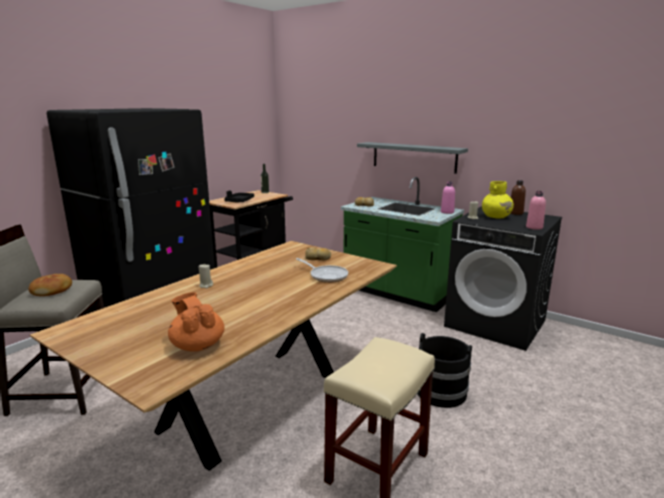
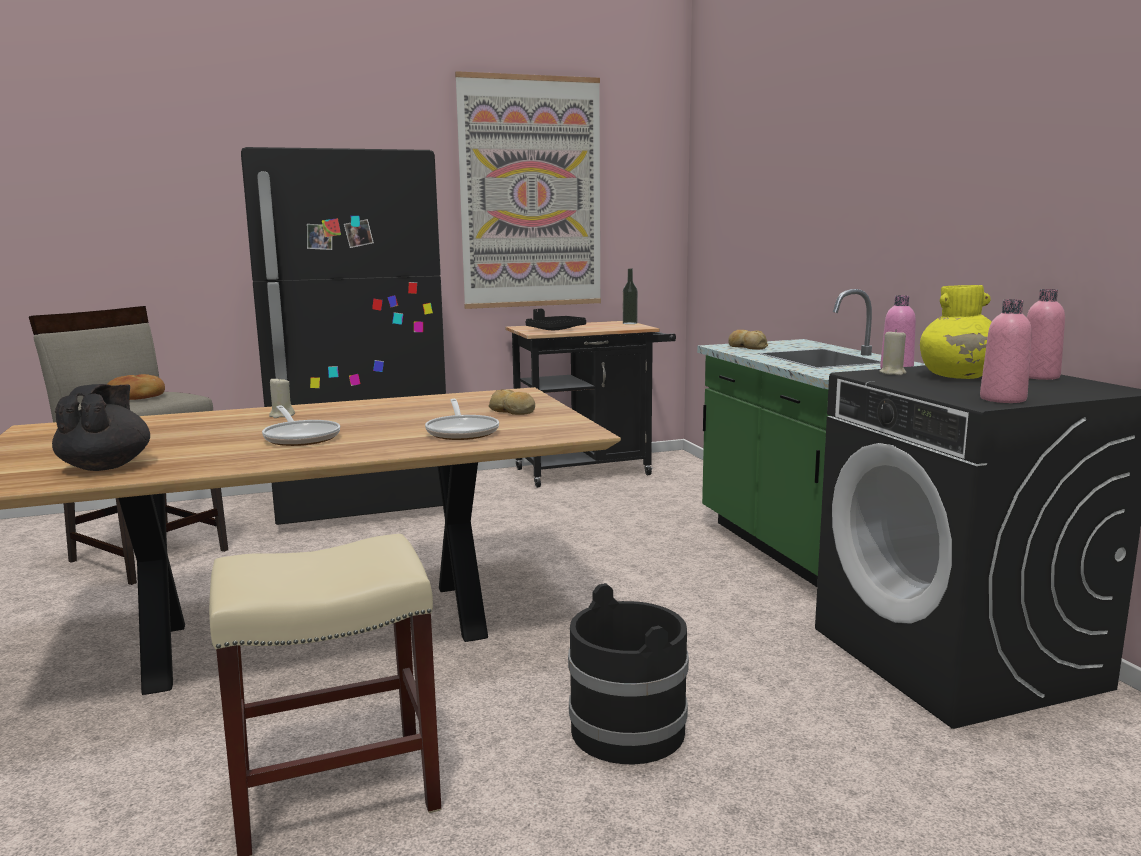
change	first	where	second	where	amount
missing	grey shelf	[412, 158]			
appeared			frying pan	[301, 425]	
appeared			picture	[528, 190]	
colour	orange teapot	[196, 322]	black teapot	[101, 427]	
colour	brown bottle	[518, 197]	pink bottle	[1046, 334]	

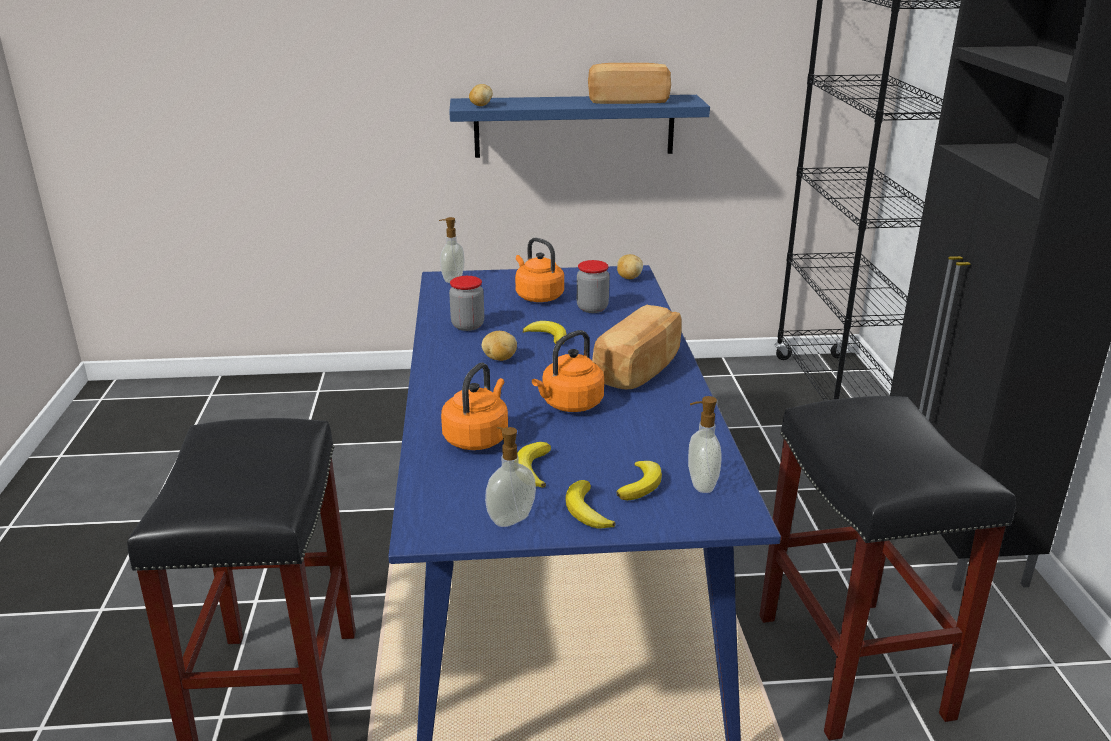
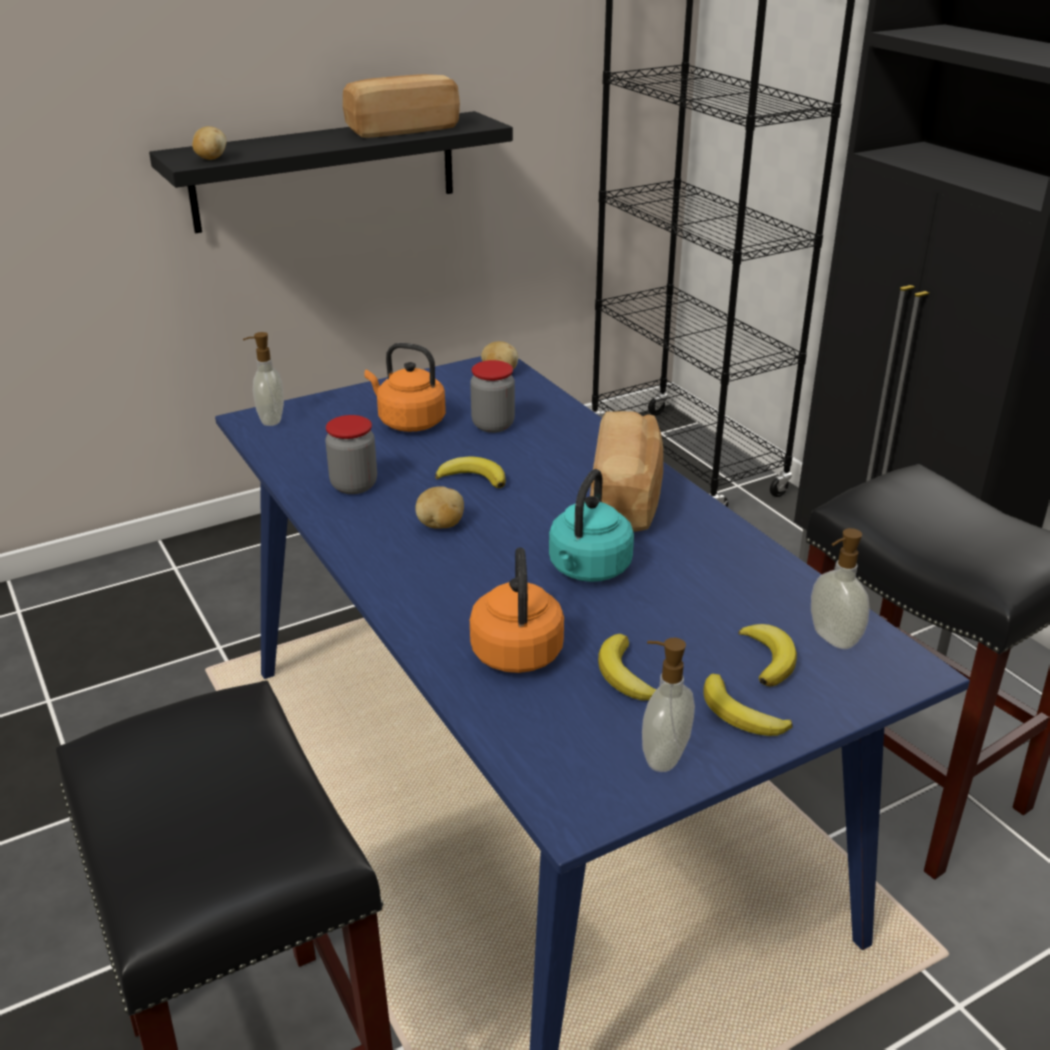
change	first	where	second	where	amount
colour	blue shelf	[579, 126]	black shelf	[331, 172]	
colour	orange kettle	[568, 371]	turquoise kettle	[591, 525]	

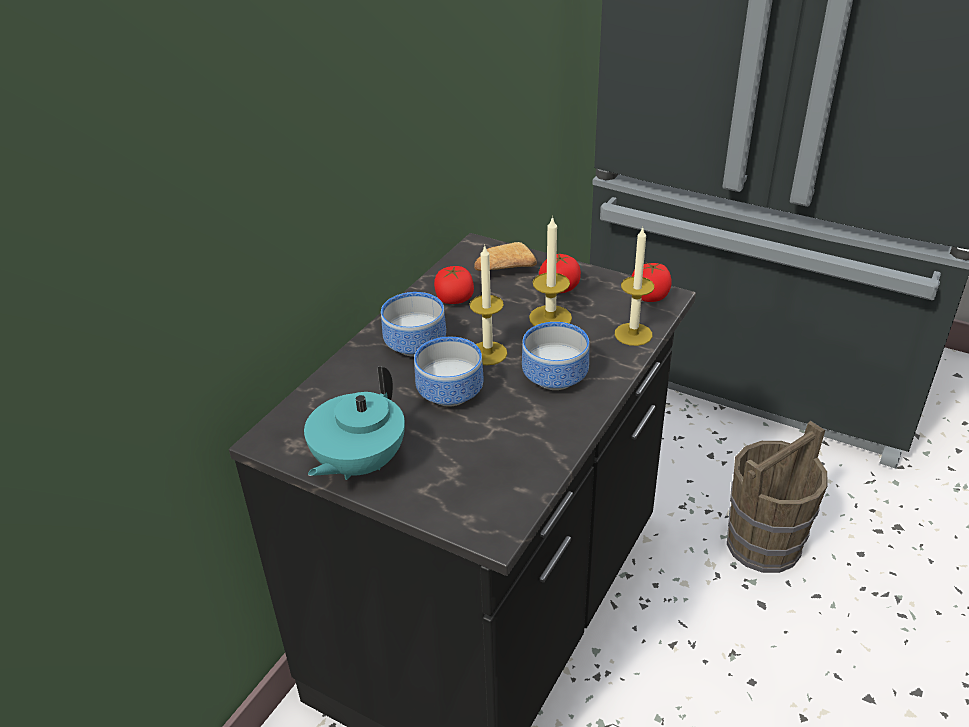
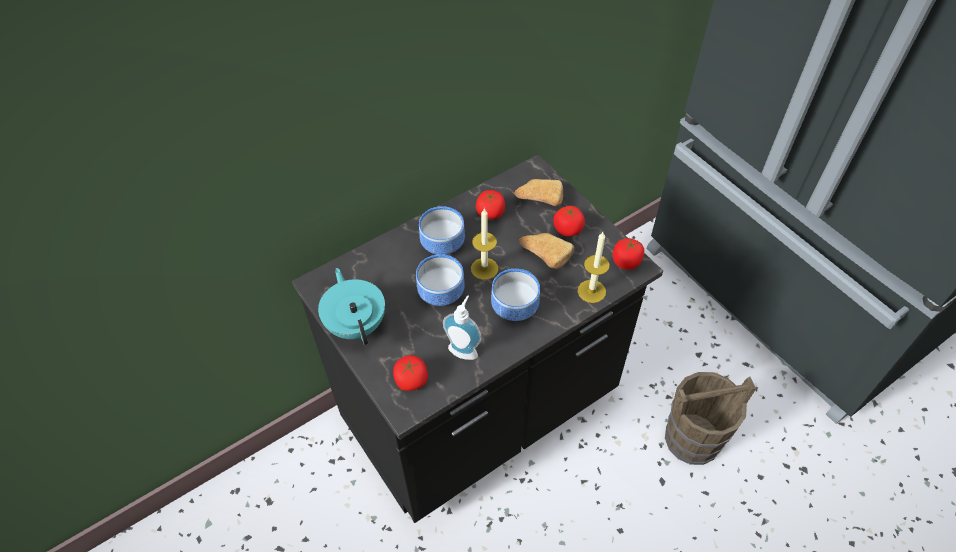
change	first	where	second	where	amount
appeared			tomato	[410, 373]	
appeared			soap dispenser	[462, 327]	
exchanged	candle	[550, 271]	bread	[546, 251]	
spun	turquoise teapot	[354, 423]		[351, 306]	105 degrees clockwise

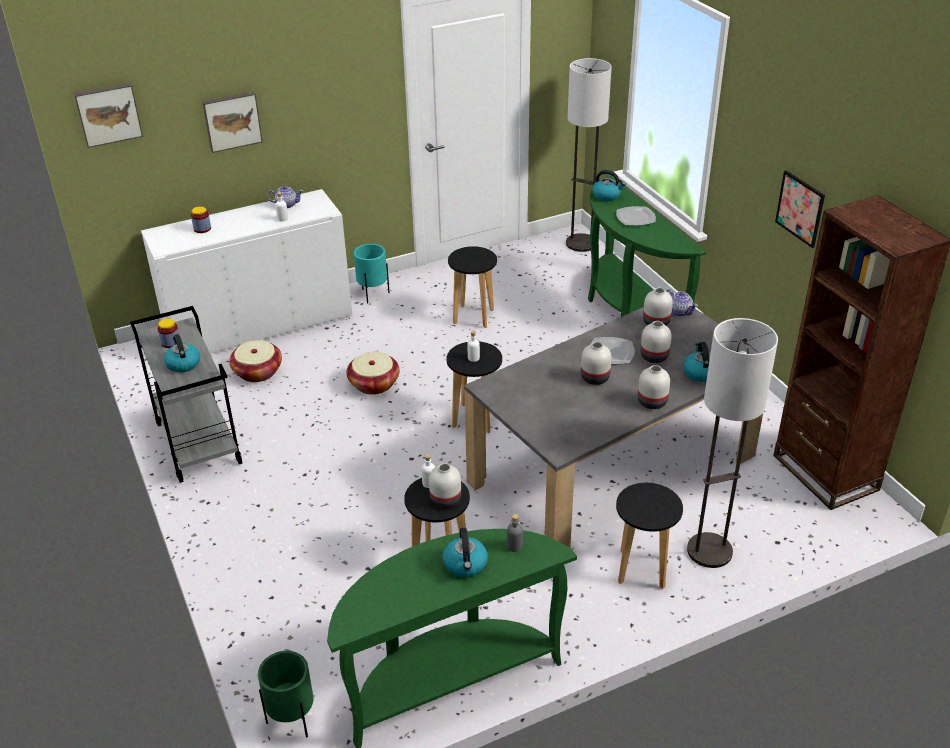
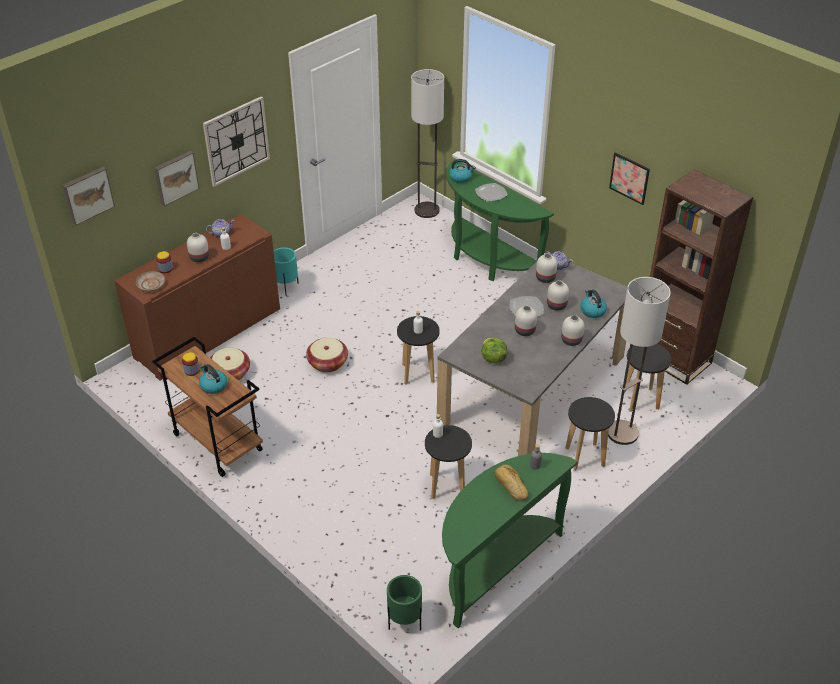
change	first	where	second	where	amount
appeared			beige plate	[150, 281]	
appeared			wall clock	[236, 141]	
appeared			lettuce	[494, 351]	
relocated	white vase	[445, 485]		[198, 247]	
relocated	black stool	[472, 287]		[647, 378]	
exchanged	kettle	[465, 552]	bread	[512, 483]	
colour	grey cart	[186, 394]	brown cart	[207, 407]	
colour	white cabinet	[246, 271]	brown cabinet	[197, 297]	

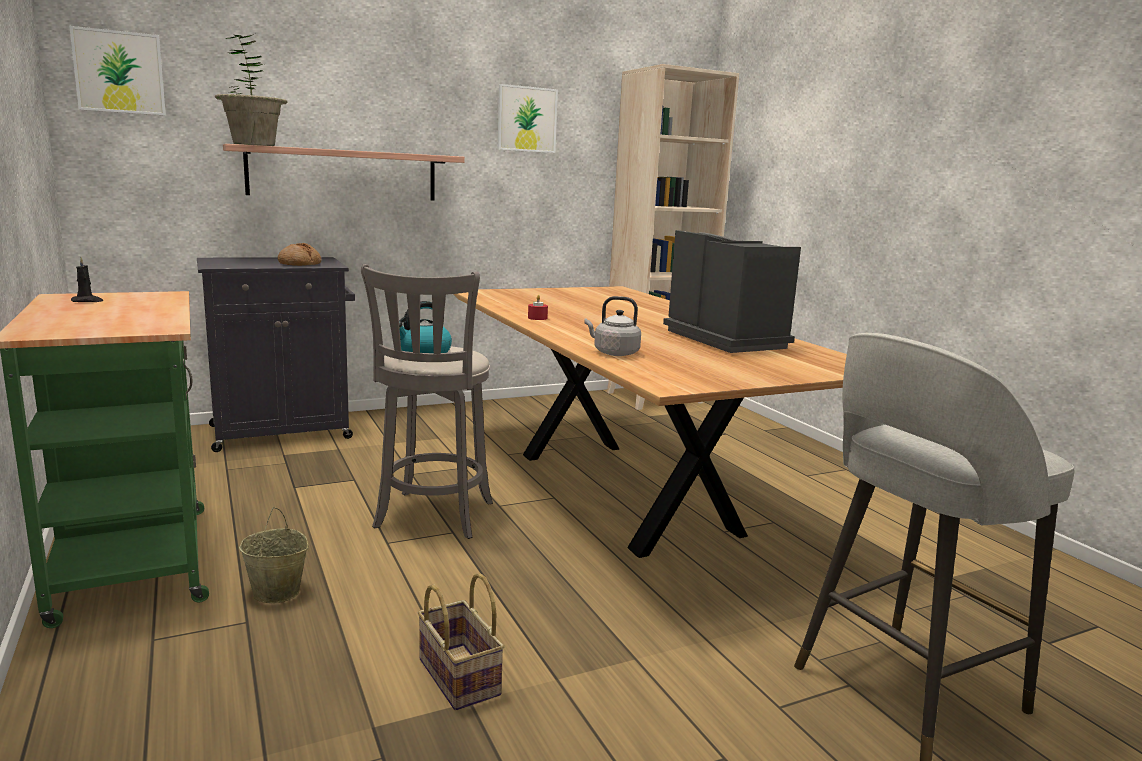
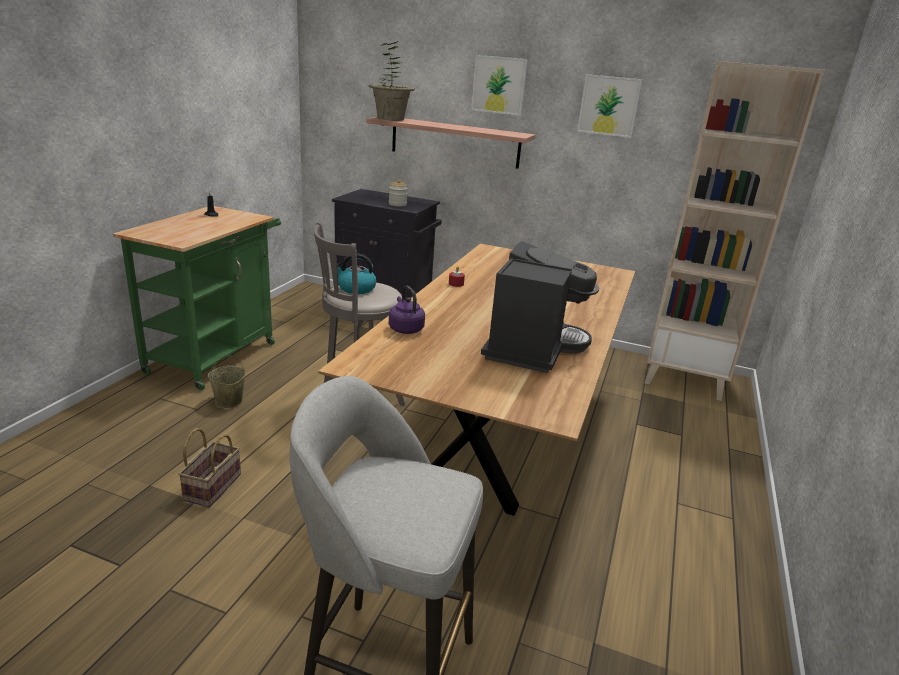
change	first	where	second	where	amount
relocated	picture	[117, 71]		[499, 85]	
exchanged	bread	[299, 254]	jar	[398, 192]	
colour	grey kettle	[613, 326]	purple kettle	[407, 310]	

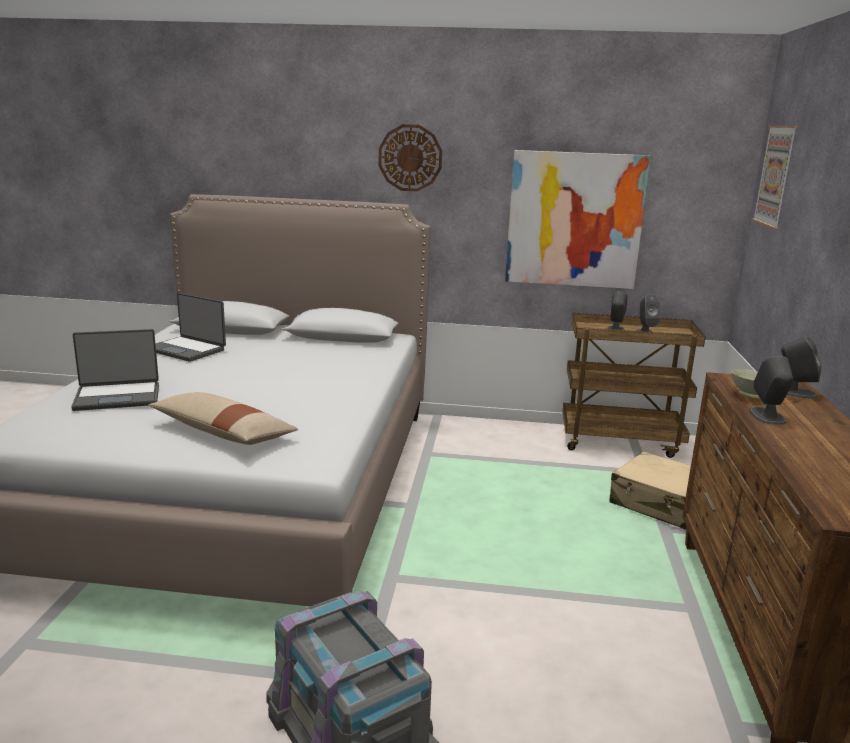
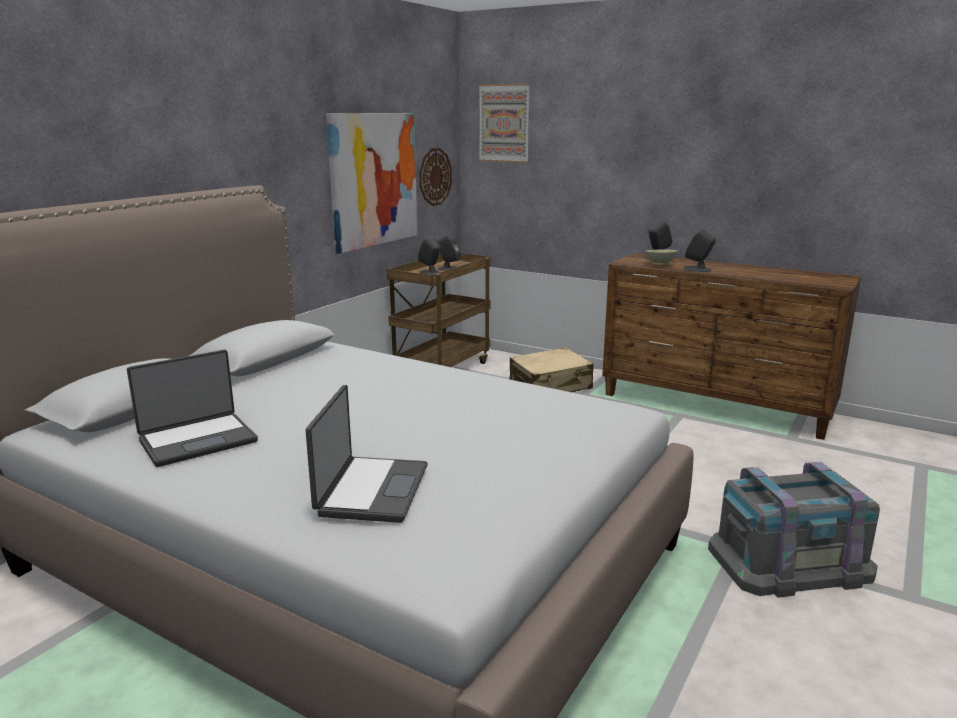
change	first	where	second	where	amount
missing	beige pillow	[223, 418]			
relocated	wall clock	[410, 158]		[435, 177]	

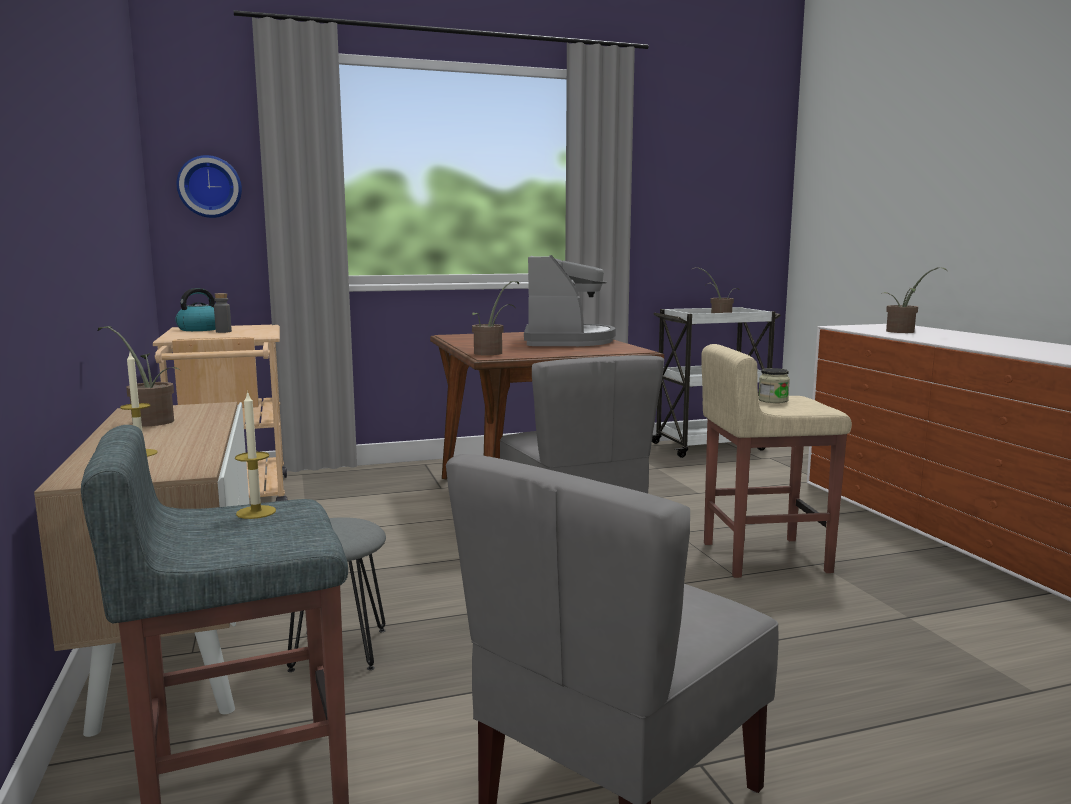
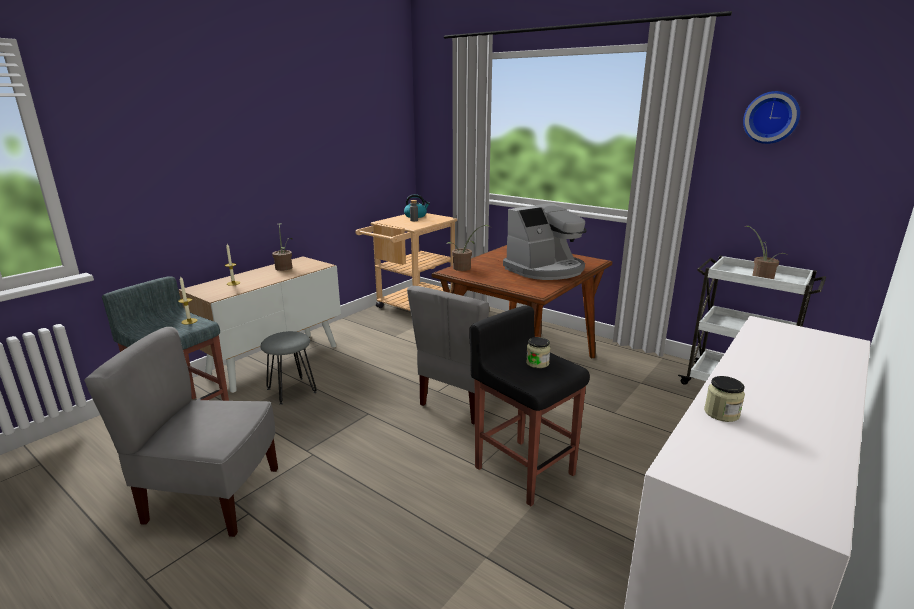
change	first	where	second	where	amount
missing	potted plant	[913, 300]			
appeared			jar	[724, 399]	
relocated	wall clock	[209, 186]		[771, 117]	
colour	beige stool	[776, 461]	black stool	[529, 406]	

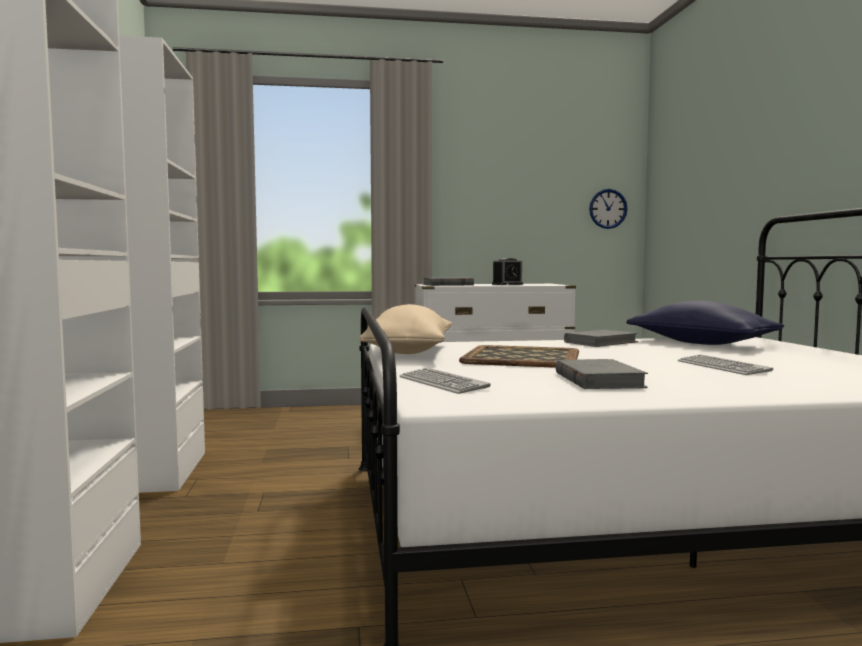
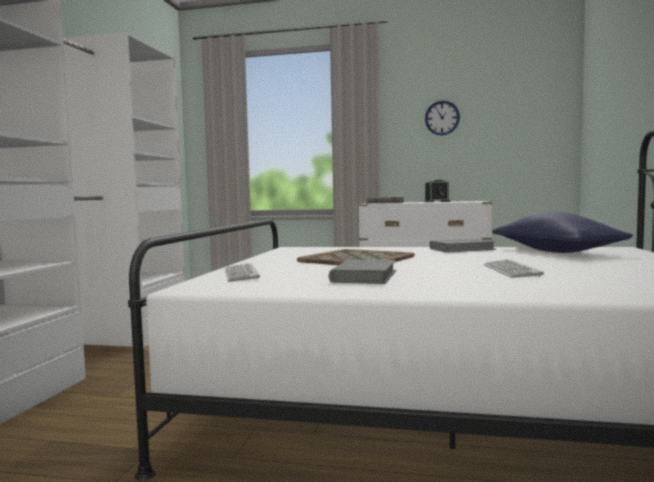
change	first	where	second	where	amount
missing	beige pillow	[406, 329]			
relocated	wall clock	[608, 209]		[442, 117]	

